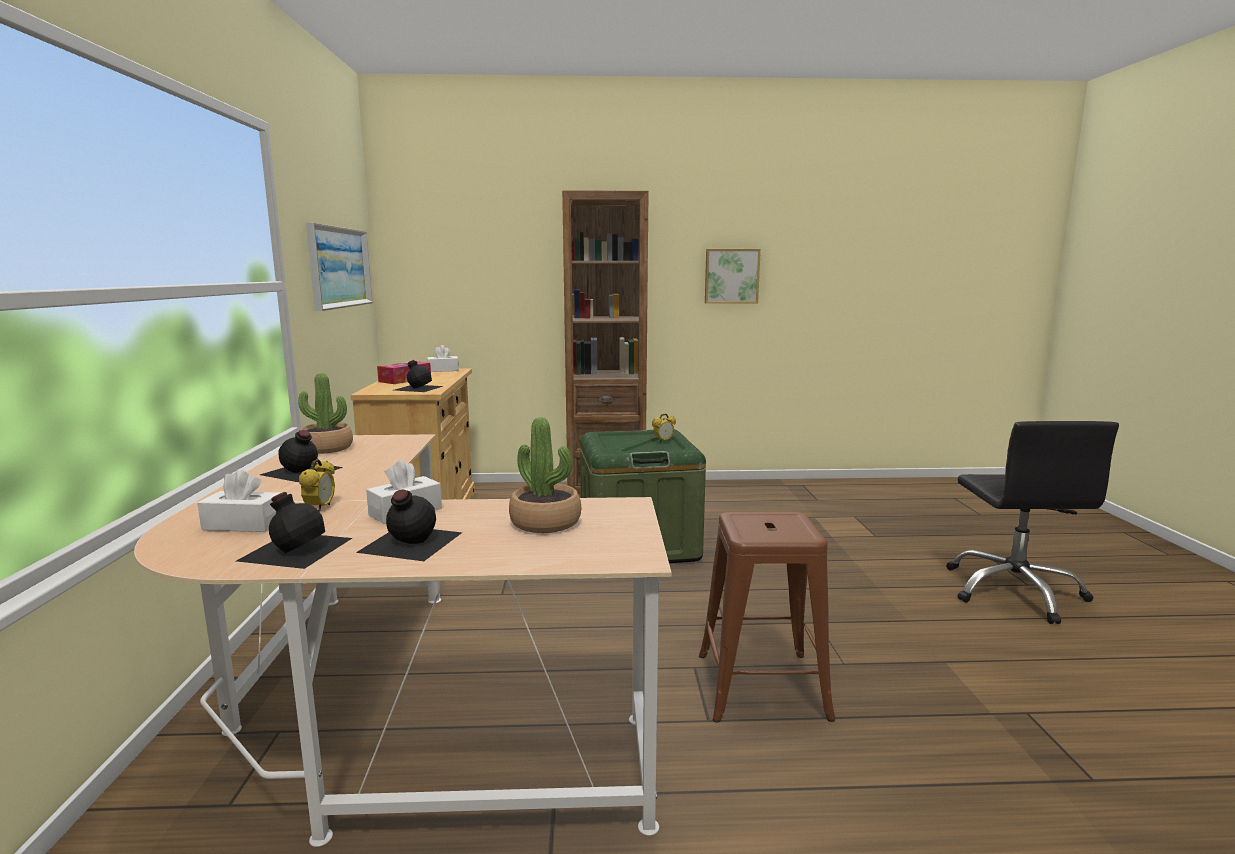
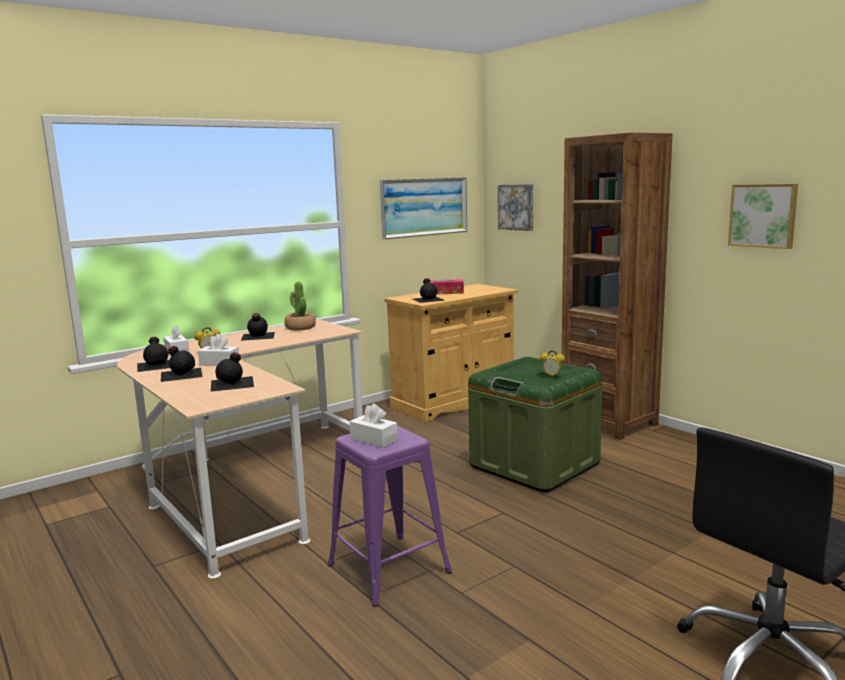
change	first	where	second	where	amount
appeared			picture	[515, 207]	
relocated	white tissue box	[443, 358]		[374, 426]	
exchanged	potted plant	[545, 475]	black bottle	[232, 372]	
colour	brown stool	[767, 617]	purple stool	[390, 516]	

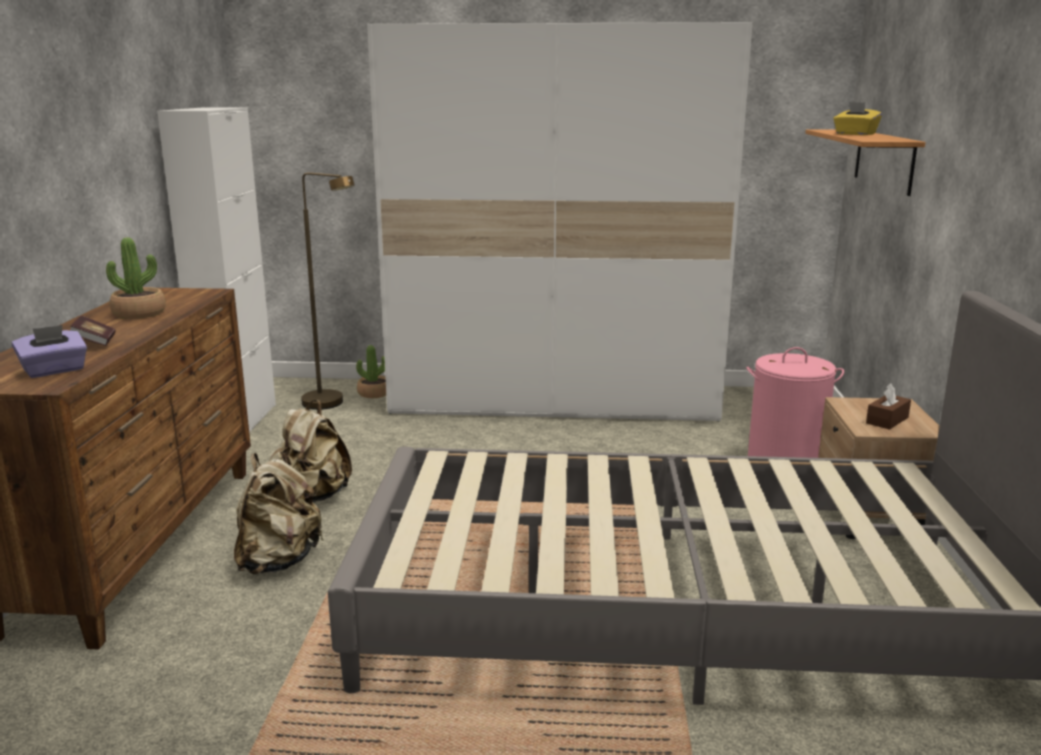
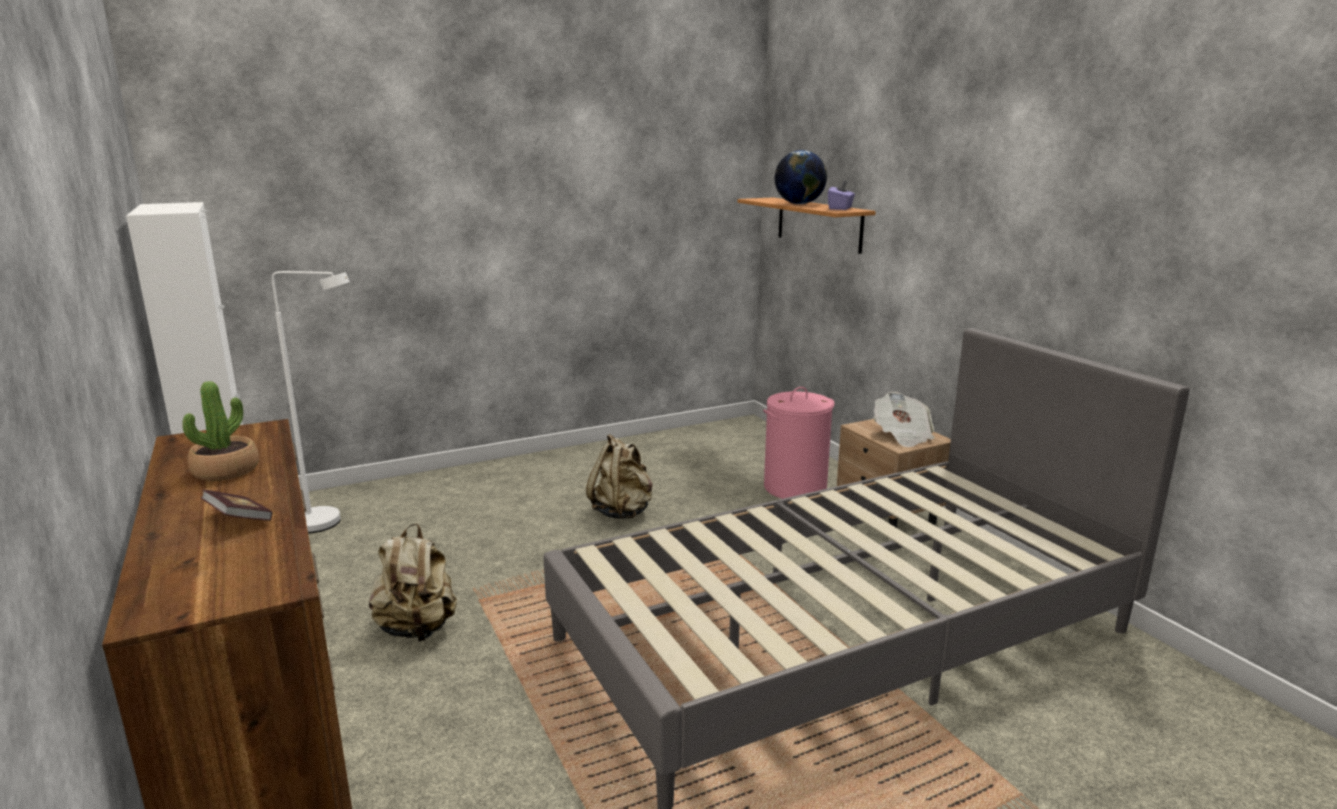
change	first	where	second	where	amount
missing	potted plant	[371, 371]			
missing	white wardrobe	[560, 221]			
relocated	purple tissue box	[49, 351]		[841, 195]	
relocated	beige backpack	[279, 514]		[619, 476]	
exchanged	yellow tissue box	[857, 118]	globe	[801, 177]	
exchanged	brown tissue box	[888, 406]	newspaper	[904, 419]	
colour	brown floor lamp	[328, 291]	white floor lamp	[311, 402]	

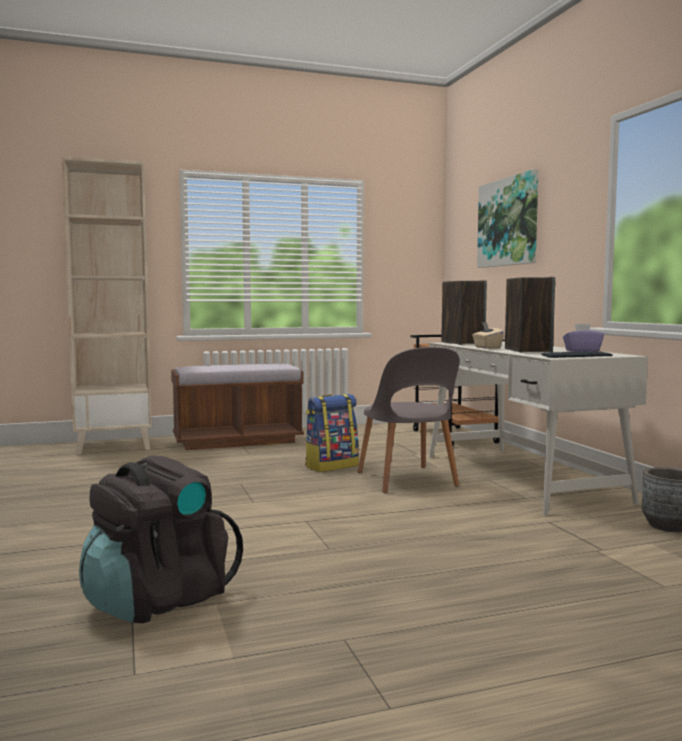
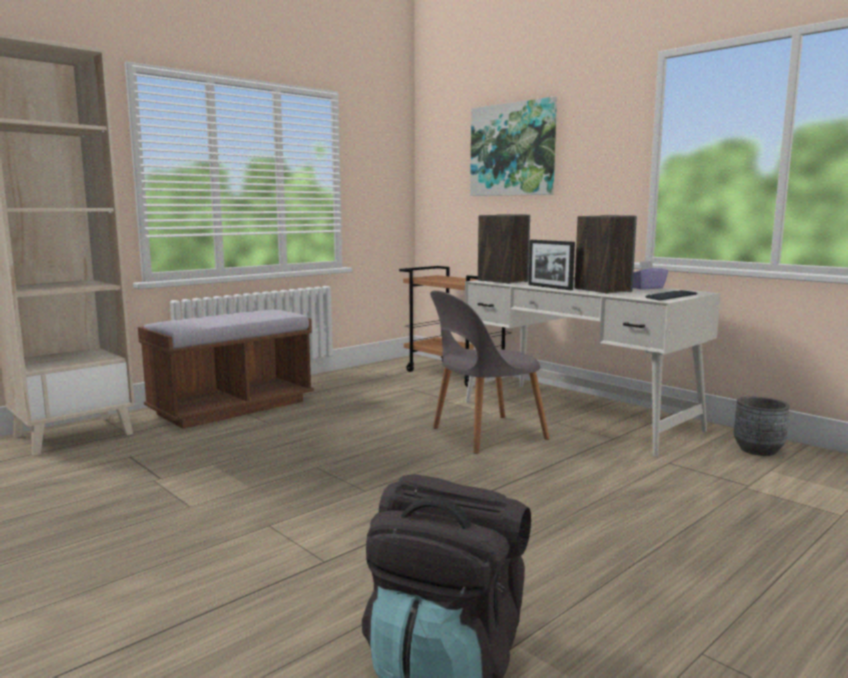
change	first	where	second	where	amount
missing	backpack	[332, 433]			
exchanged	beige tissue box	[488, 335]	picture frame	[552, 265]	
spun	grey chair	[408, 420]		[490, 372]	105 degrees clockwise

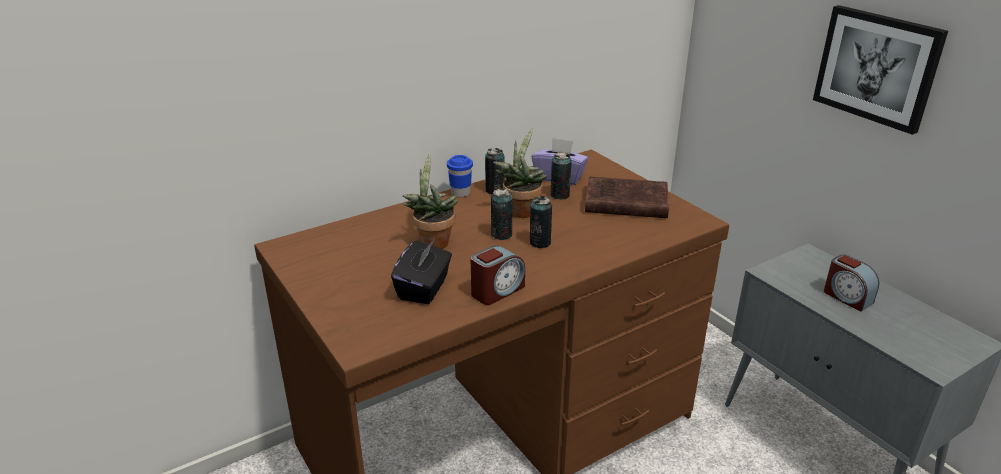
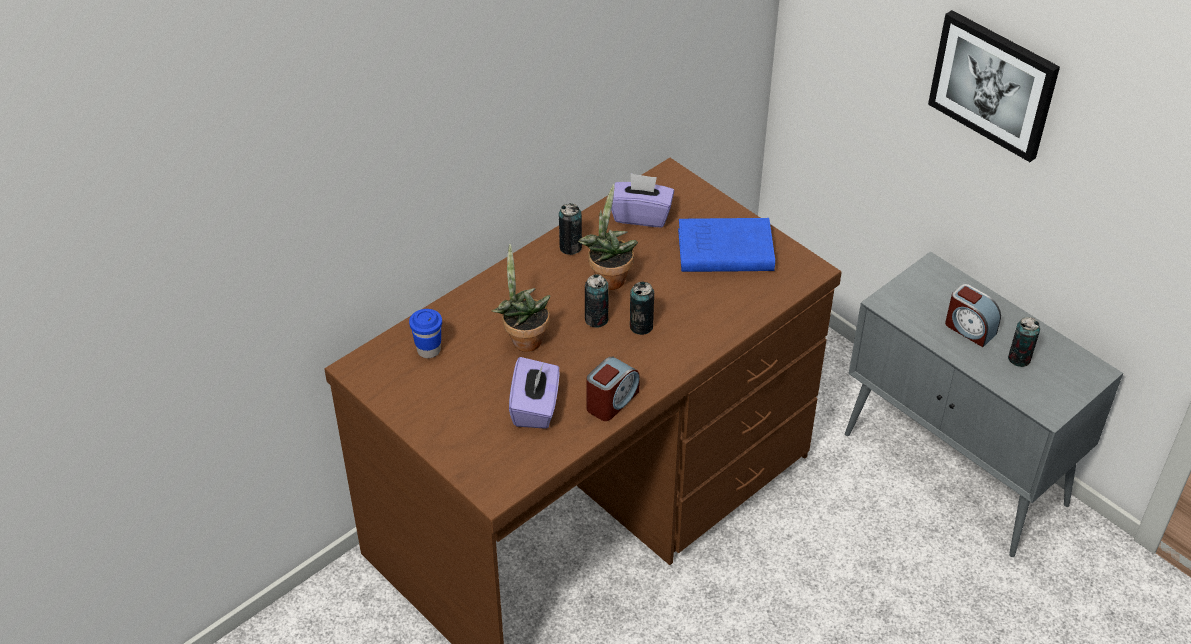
change	first	where	second	where	amount
relocated	blue cup	[460, 176]		[425, 333]	
relocated	can	[561, 176]		[1024, 342]	
colour	black tissue box	[421, 272]	purple tissue box	[534, 393]	
colour	brown book	[627, 197]	blue book	[726, 245]	

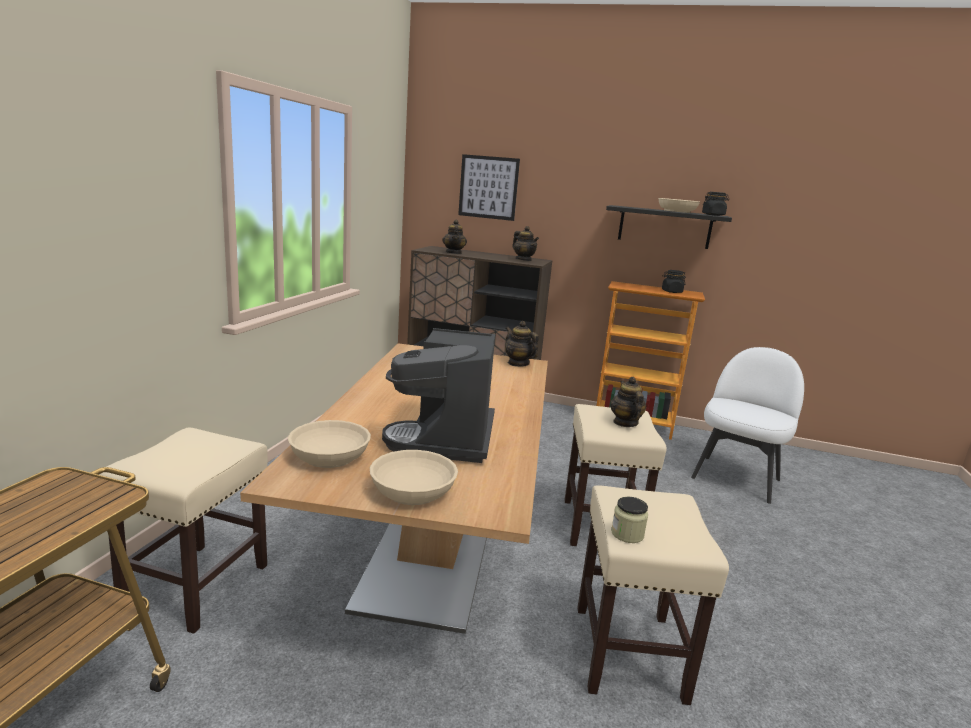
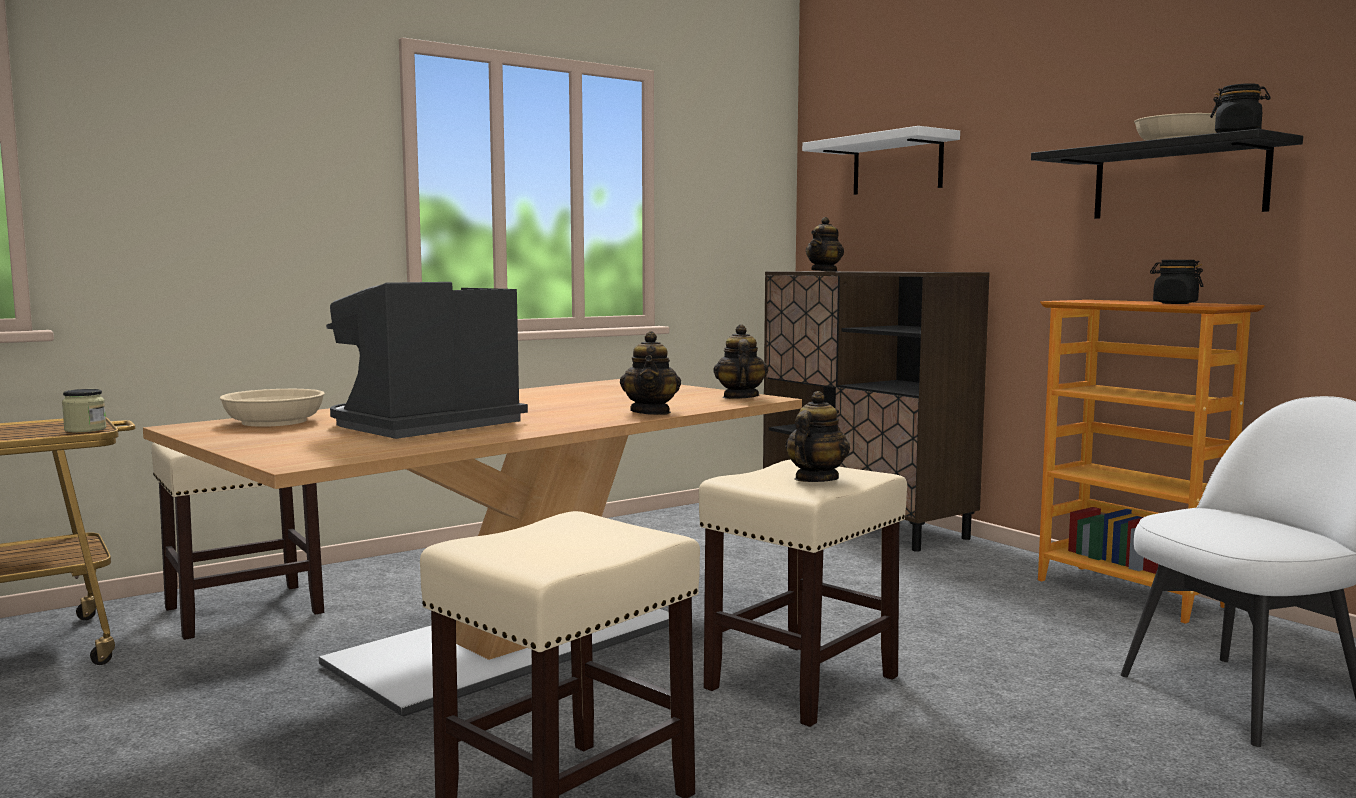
change	first	where	second	where	amount
missing	beige bowl	[414, 477]			
relocated	teapot	[525, 243]		[650, 373]	
relocated	jar	[629, 520]		[84, 410]	
exchanged	picture	[489, 187]	white shelf	[881, 160]	

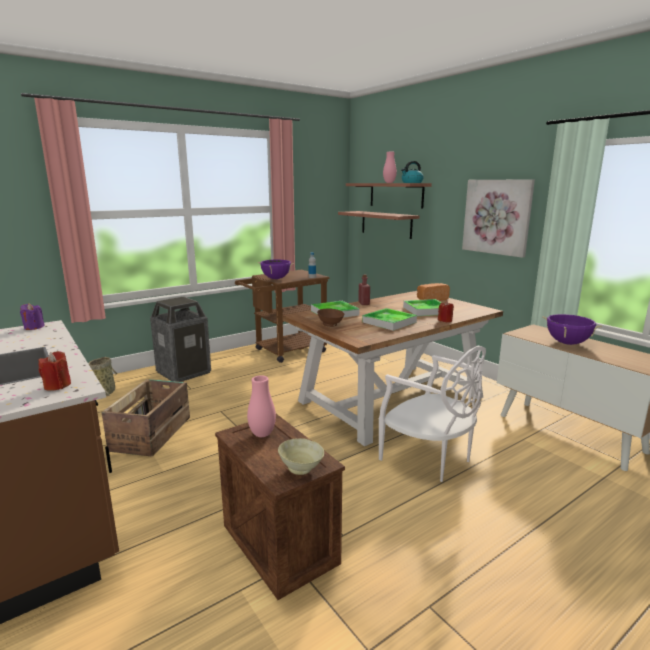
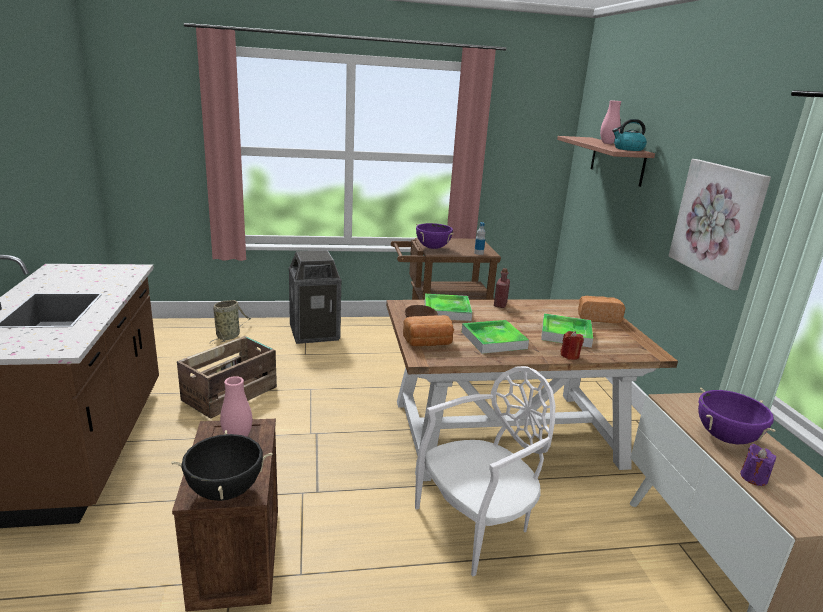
change	first	where	second	where	amount
missing	red candle	[54, 371]			
missing	shelf	[378, 225]			
appeared			bread	[428, 330]	
relocated	purple candle	[32, 316]		[758, 465]	
exchanged	beige bowl	[301, 456]	black cooking pot	[222, 465]	
spun	white chair	[432, 414]		[485, 471]	105 degrees counterclockwise

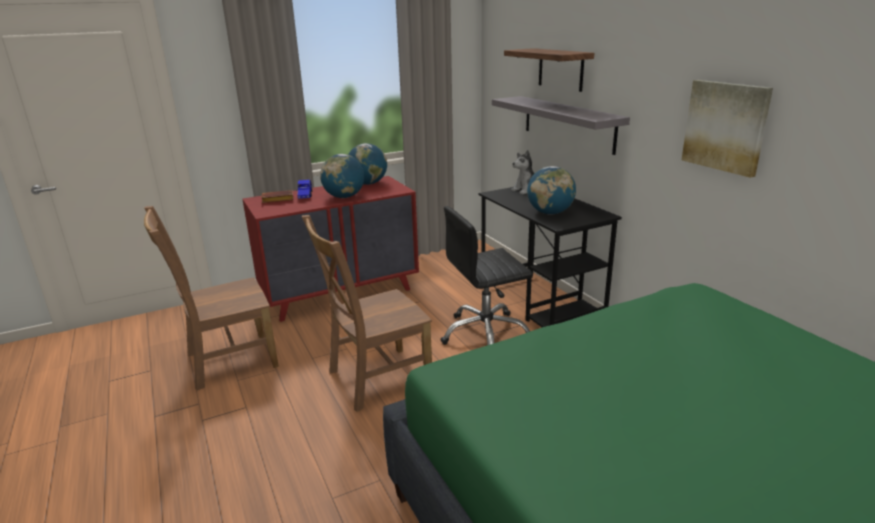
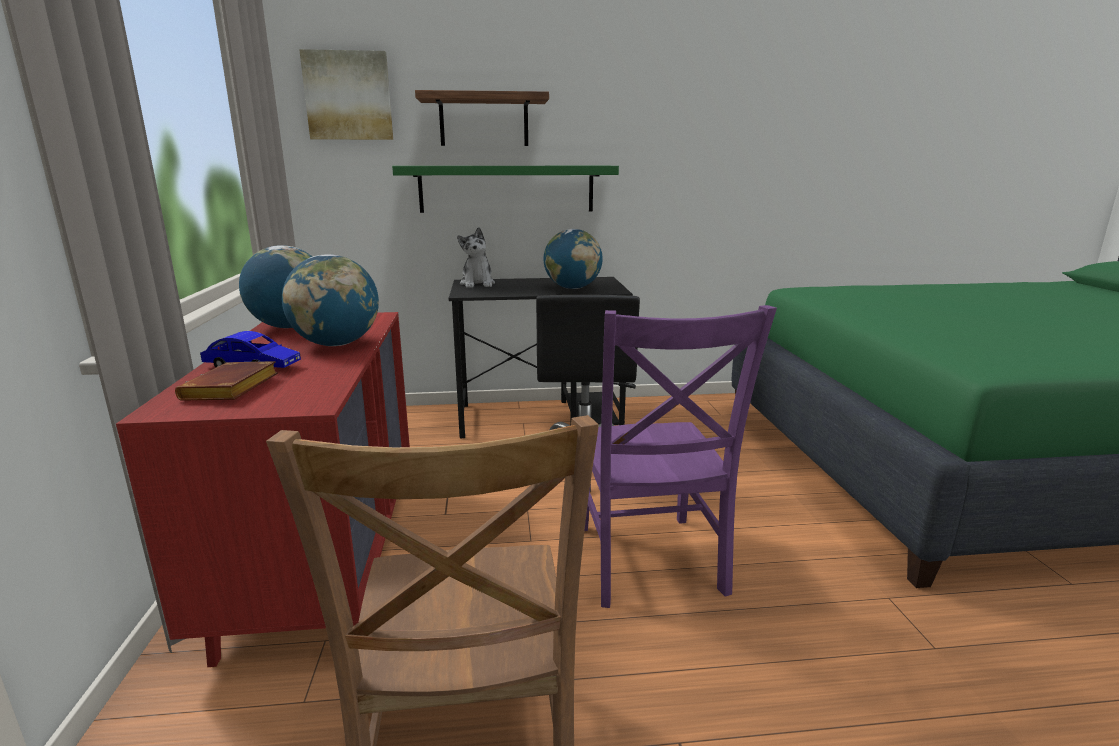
change	first	where	second	where	amount
relocated	picture	[727, 129]		[346, 94]	
colour	brown chair	[367, 313]	purple chair	[680, 456]	
colour	grey shelf	[561, 125]	green shelf	[505, 189]	

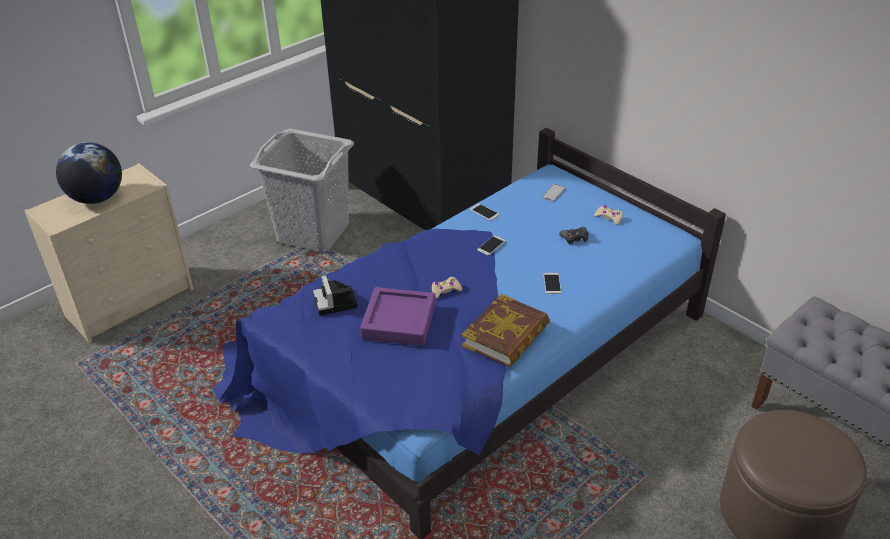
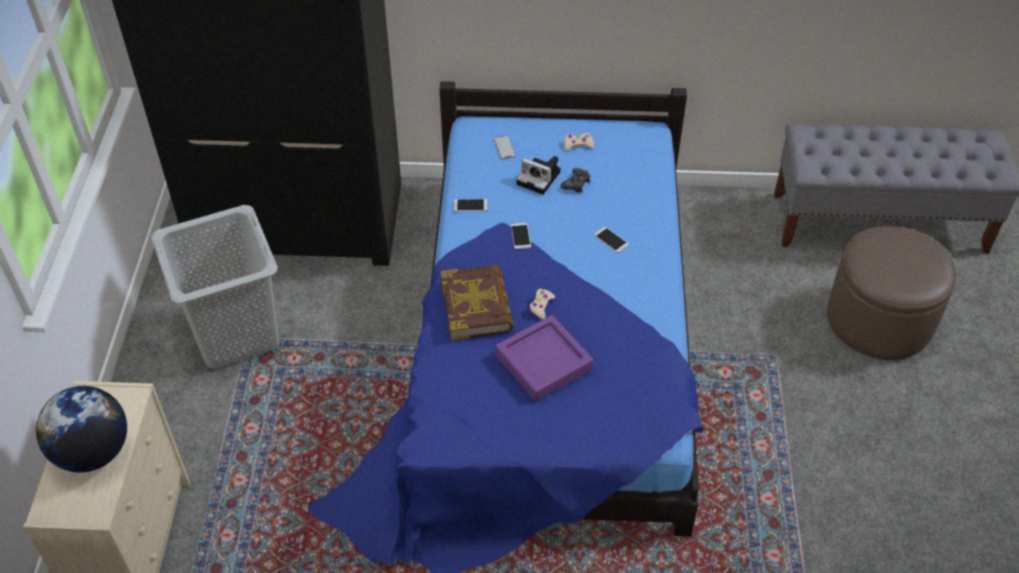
change	first	where	second	where	amount
relocated	photo camera	[335, 295]		[538, 175]	
relocated	book	[506, 330]		[477, 303]	

